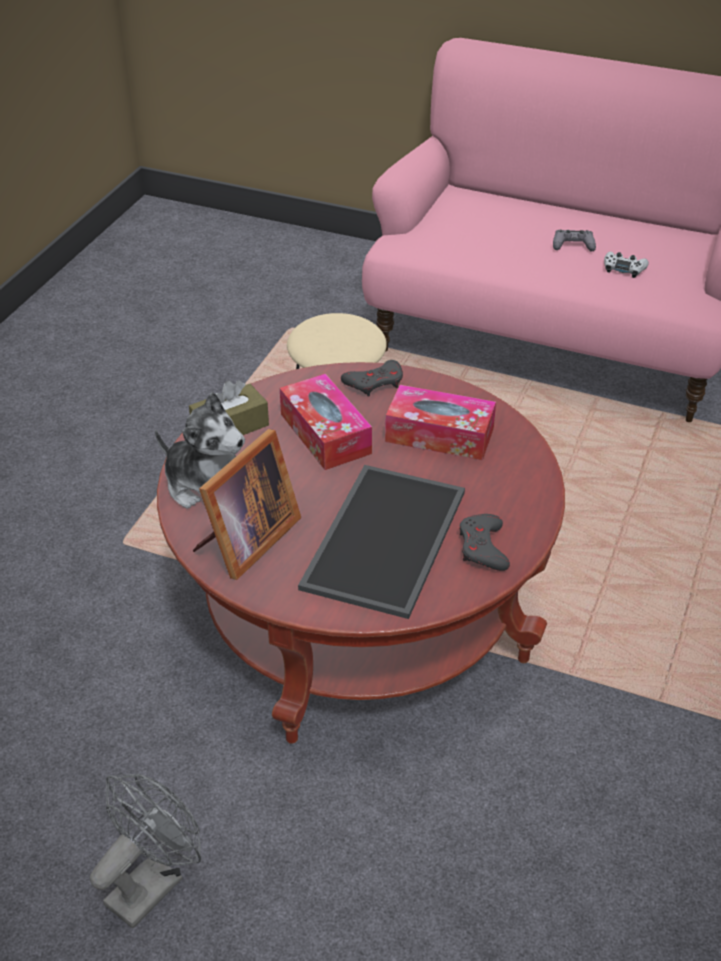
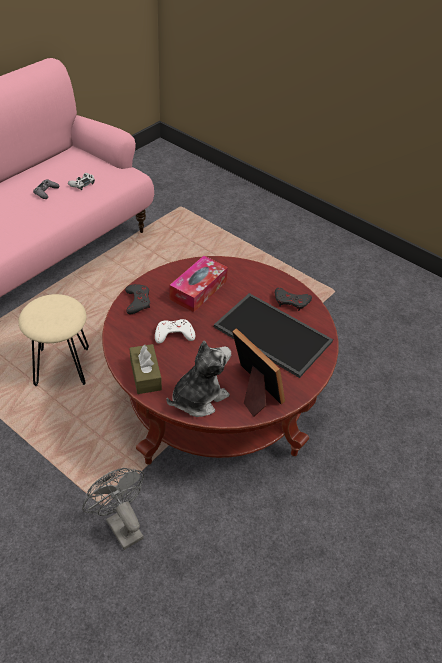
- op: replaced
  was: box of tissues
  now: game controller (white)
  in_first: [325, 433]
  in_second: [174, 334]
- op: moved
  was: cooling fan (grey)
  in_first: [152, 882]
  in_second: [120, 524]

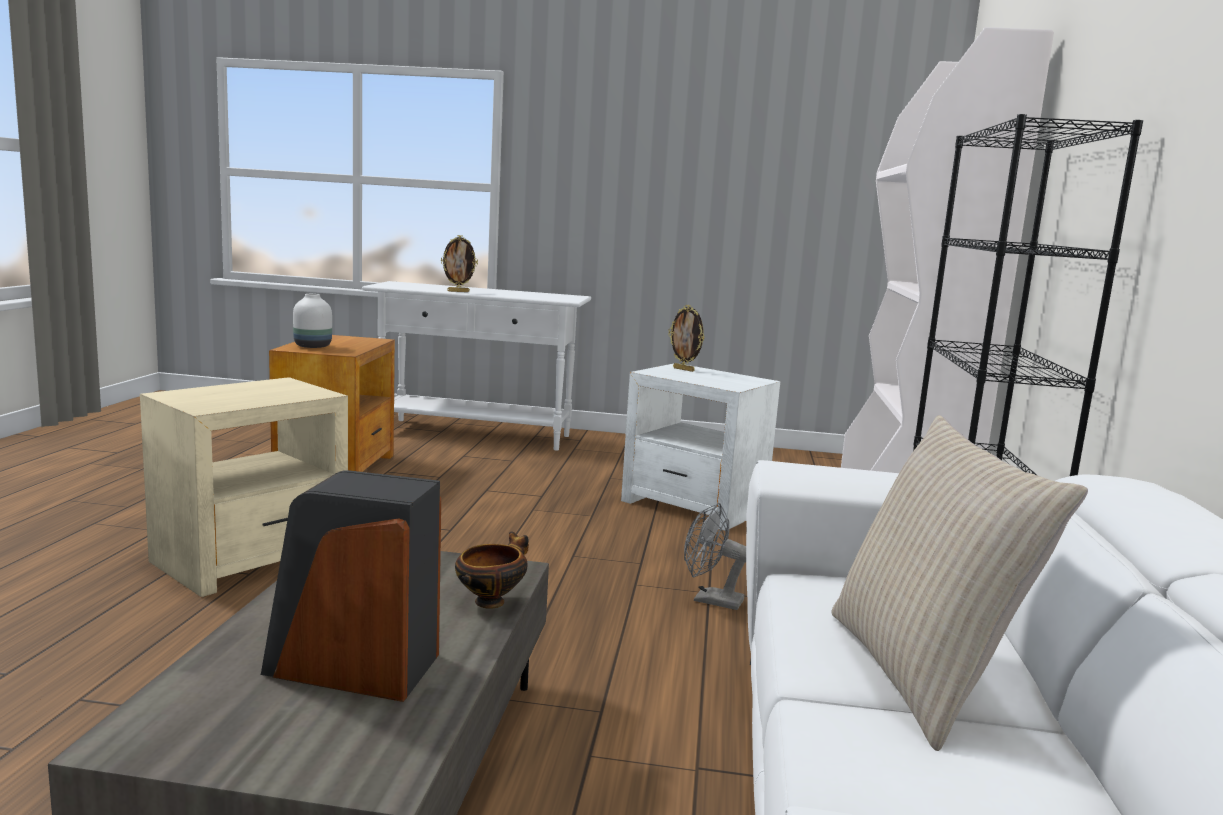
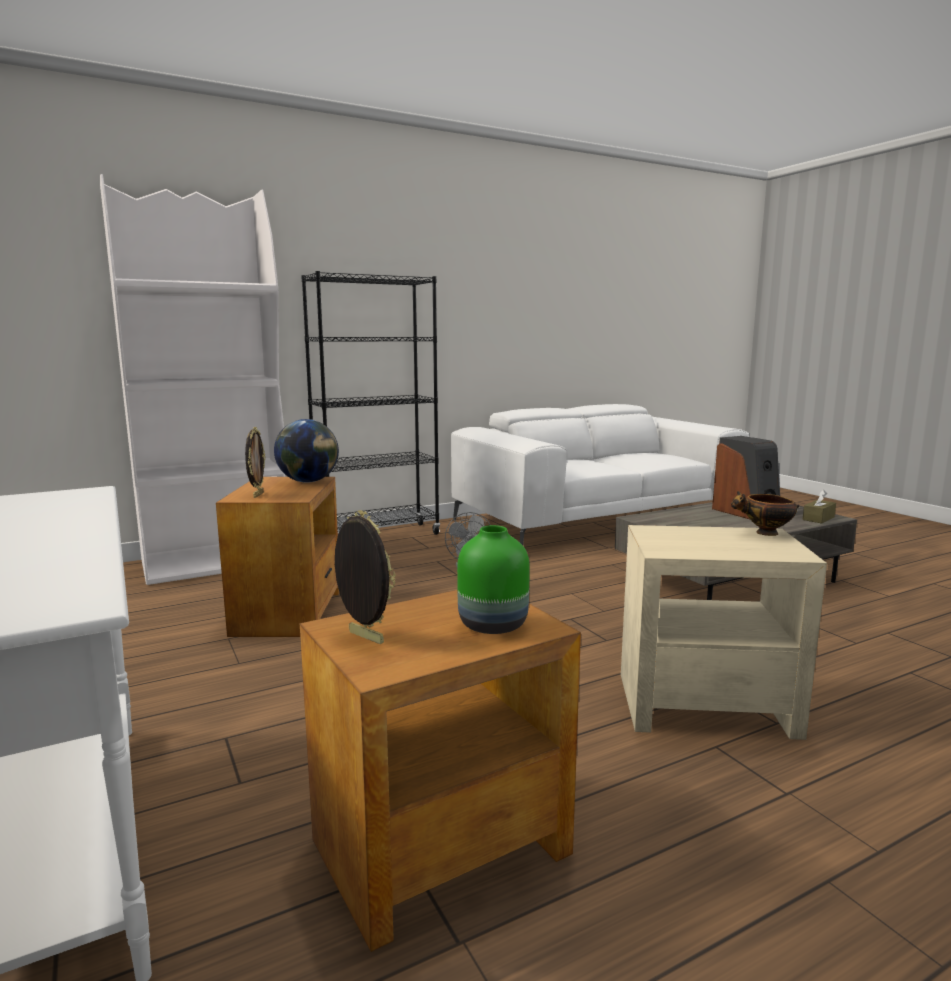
- op: moved
  was: standing frame
  in_first: [458, 291]
  in_second: [364, 638]
- op: recoloured
  was: vase (white)
  now: vase (green-coloured)
  in_first: [312, 346]
  in_second: [495, 625]
- op: recoloured
  was: side table (white)
  now: side table (brown-coloured)
  in_first: [694, 505]
  in_second: [289, 612]
- op: removed
  was: throw pillow (beige-coloured)
  in_first: [920, 675]
- op: moved
  was: serving bowl
  in_first: [491, 601]
  in_second: [765, 533]
- op: added
  now: globe
  in_second: [308, 481]
- op: added
  now: box of tissues (brown-coloured)
  in_second: [818, 518]

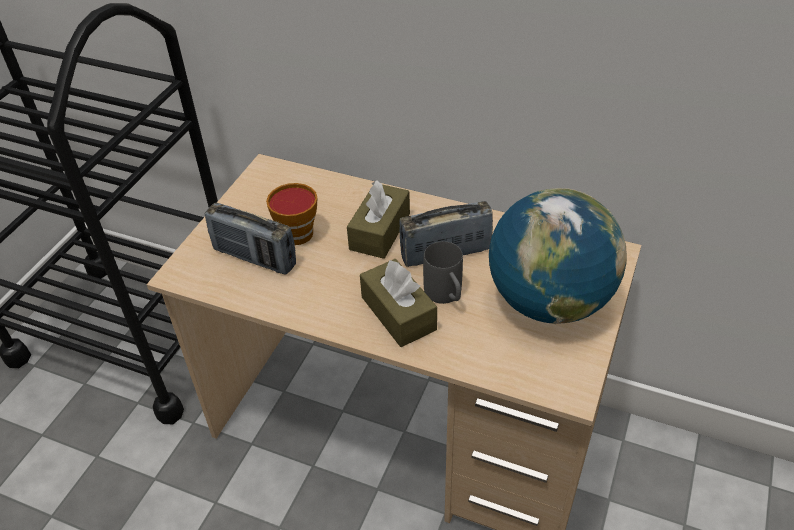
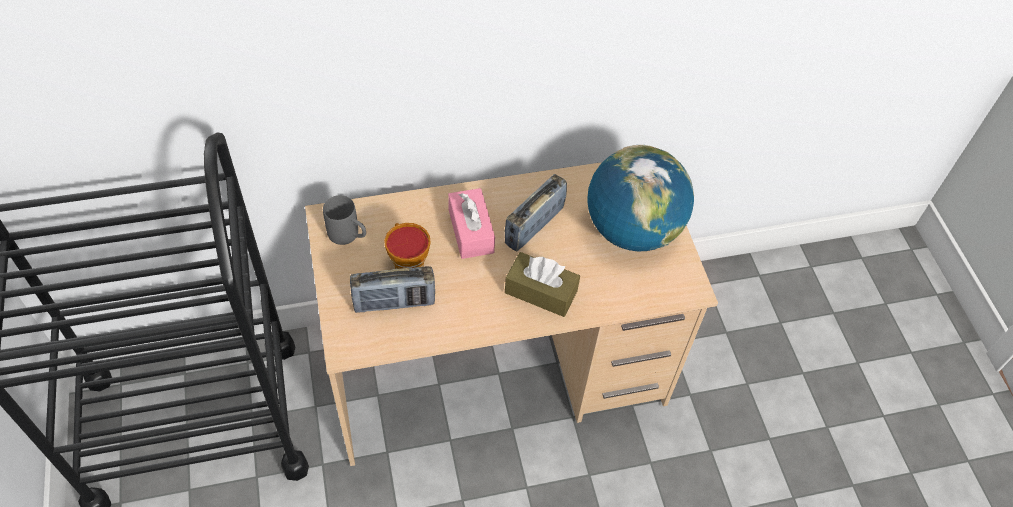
- op: recoloured
  was: box of tissues (brown-coloured)
  now: box of tissues (pink-coloured)
  in_first: [380, 231]
  in_second: [471, 231]
- op: moved
  was: mug (grey)
  in_first: [446, 296]
  in_second: [349, 236]

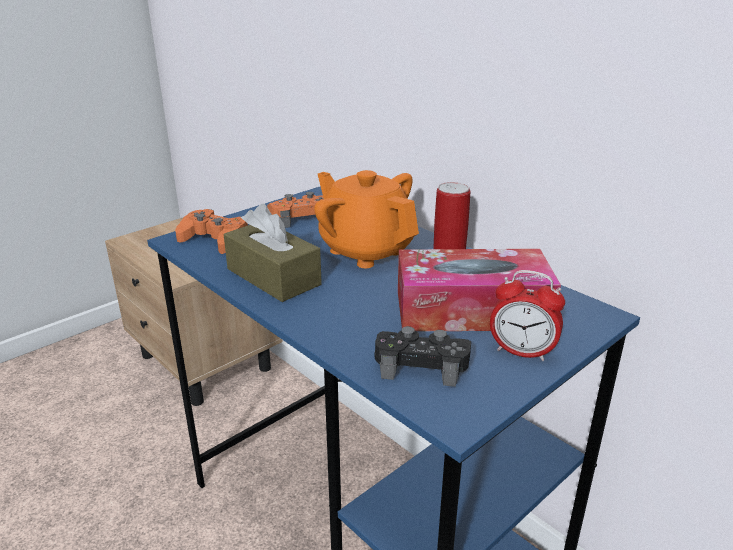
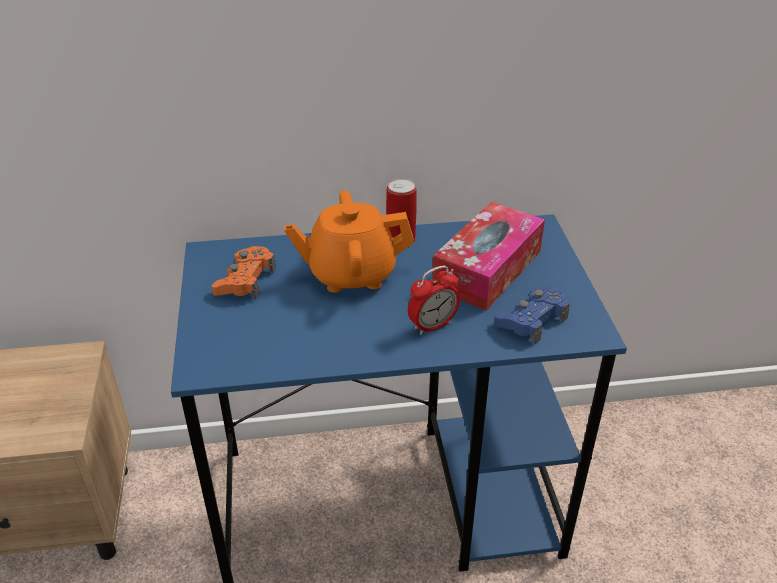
- op: removed
  was: box of tissues (brown-coloured)
  in_first: [273, 277]
- op: removed
  was: game controller (orange-coloured)
  in_first: [214, 239]
- op: moved
  was: alarm clock
  in_first: [522, 352]
  in_second: [432, 326]
- op: recoloured
  was: game controller (black-coloured)
  now: game controller (blue-coloured)
  in_first: [421, 364]
  in_second: [532, 320]

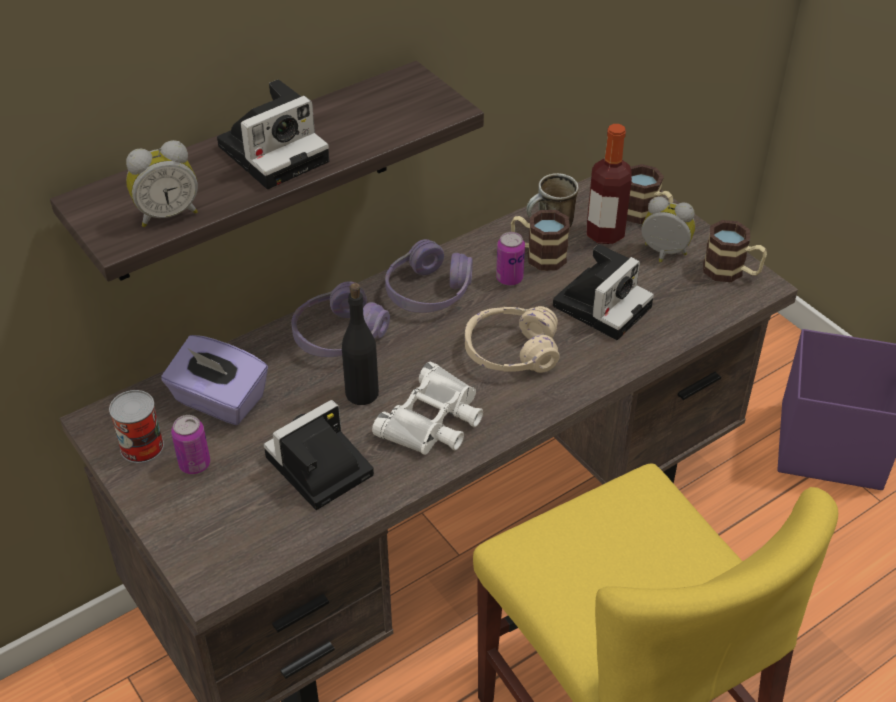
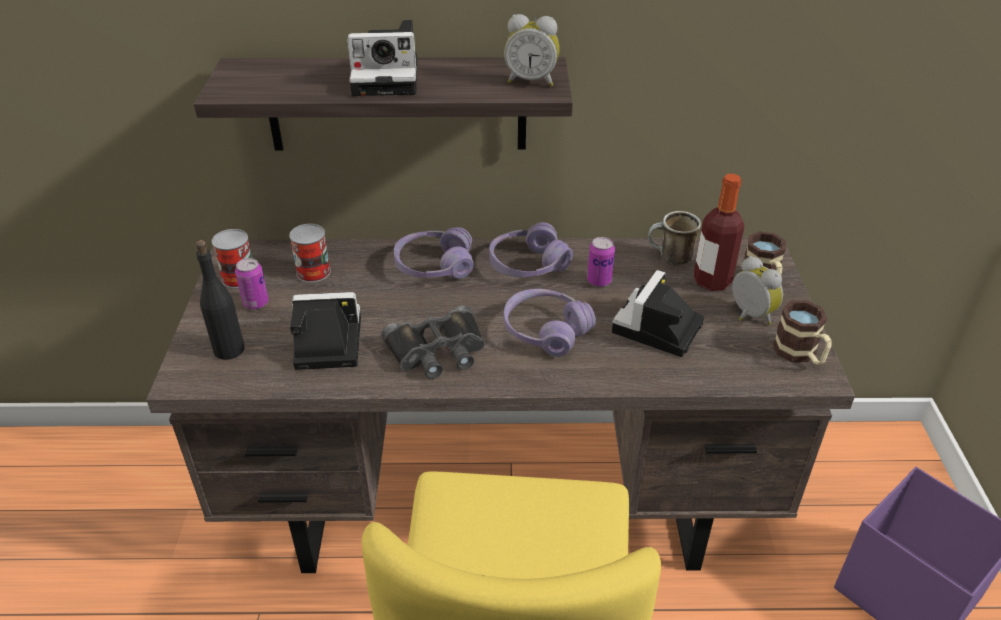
- op: moved
  was: alarm clock
  in_first: [167, 214]
  in_second: [531, 81]
- op: removed
  was: mug
  in_first: [538, 255]
- op: turned
  was: still camera
  in_first: [603, 304]
  in_second: [657, 330]
  clockwise: 135
- op: moved
  was: bottle (black-coloured)
  in_first: [362, 393]
  in_second: [229, 349]
- op: recoloured
  was: headset (beige-coloured)
  now: headset (purple-coloured)
  in_first: [510, 352]
  in_second: [545, 331]
- op: replaced
  was: box of tissues (purple-coloured)
  now: sealed can
  in_first: [219, 401]
  in_second: [313, 272]
- op: recoloured
  was: binoculars (white)
  now: binoculars (black-coloured)
  in_first: [433, 420]
  in_second: [438, 351]

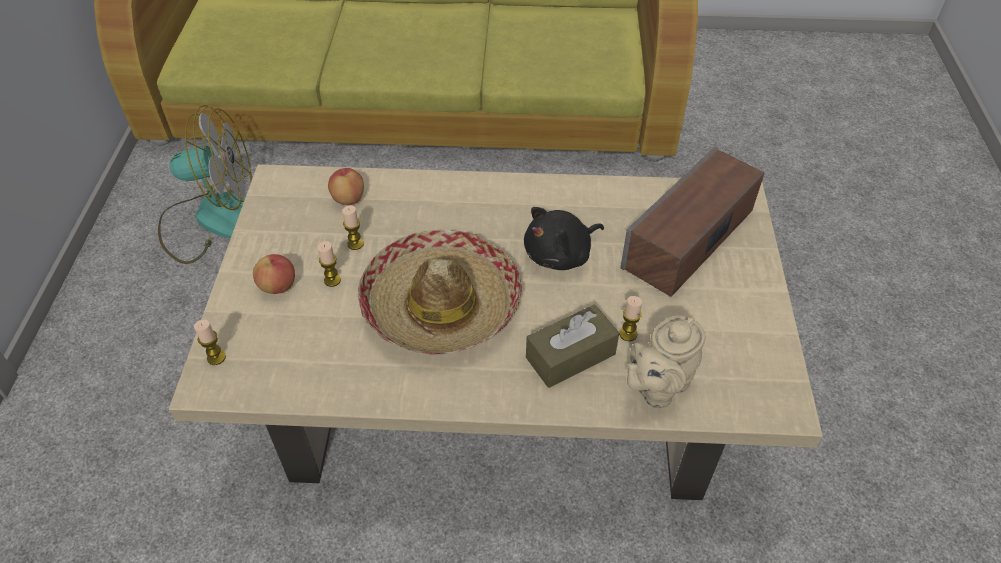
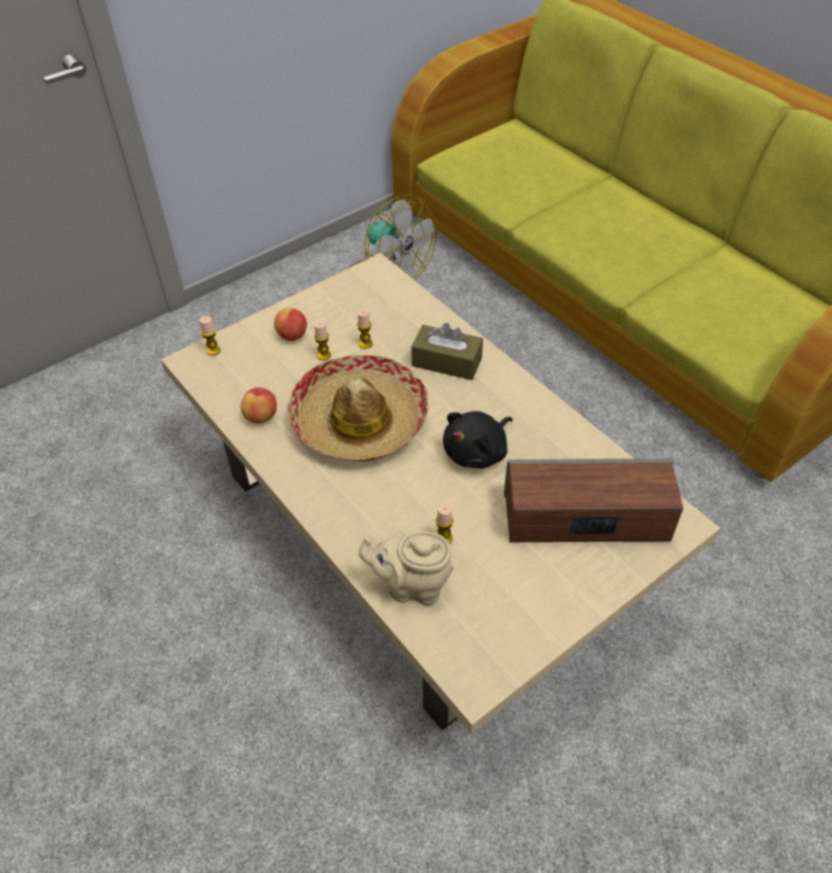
- op: moved
  was: apple fruit
  in_first: [348, 199]
  in_second: [261, 416]
- op: turned
  was: plush toy (black-coloured)
  in_first: [560, 255]
  in_second: [477, 452]
  clockwise: -60
- op: moved
  was: box of tissues (brown-coloured)
  in_first: [570, 356]
  in_second: [447, 362]

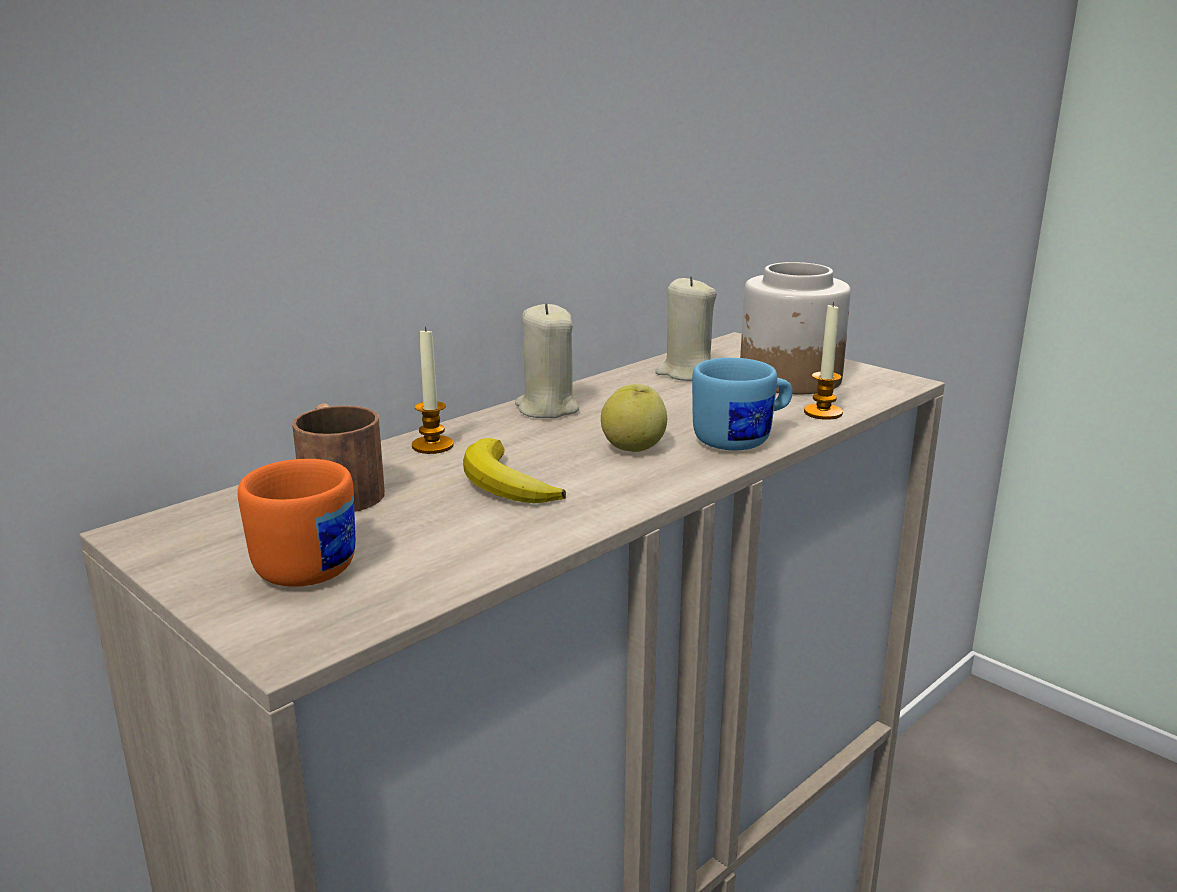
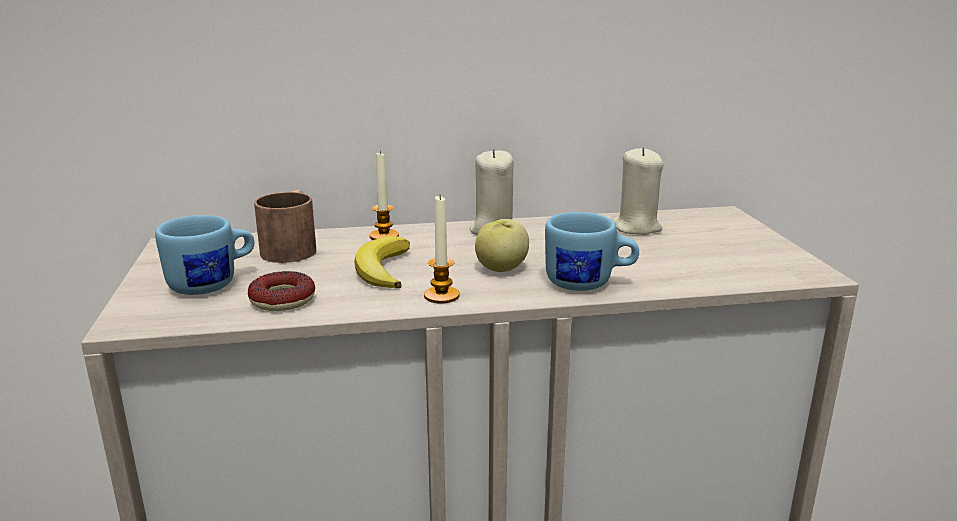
- op: removed
  was: jar
  in_first: [789, 379]
- op: moved
  was: wax light
  in_first: [823, 413]
  in_second: [441, 296]
- op: recoloured
  was: mug (orange-coloured)
  now: mug (blue-coloured)
  in_first: [316, 562]
  in_second: [213, 284]
- op: added
  now: donut
  in_second: [282, 299]

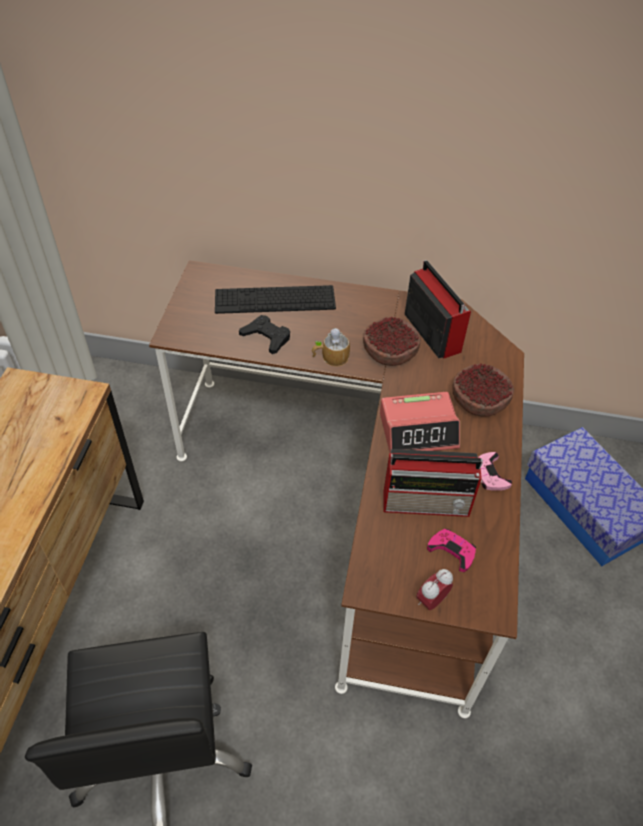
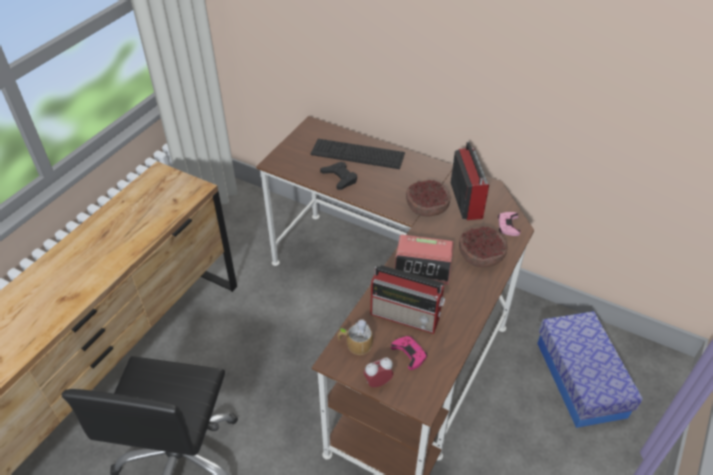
- op: moved
  was: mug
  in_first: [330, 357]
  in_second: [355, 344]
- op: moved
  was: game controller (pink-coloured)
  in_first: [490, 474]
  in_second: [508, 225]

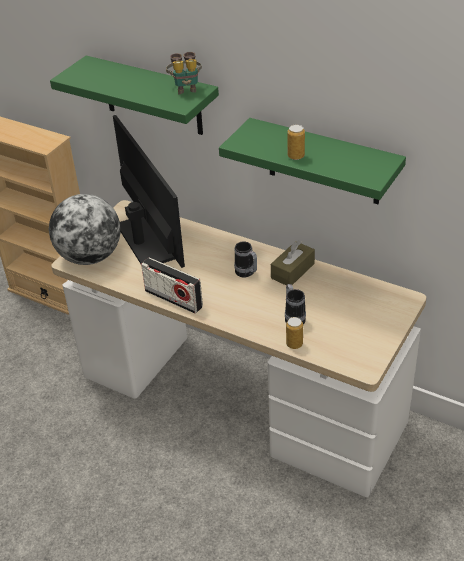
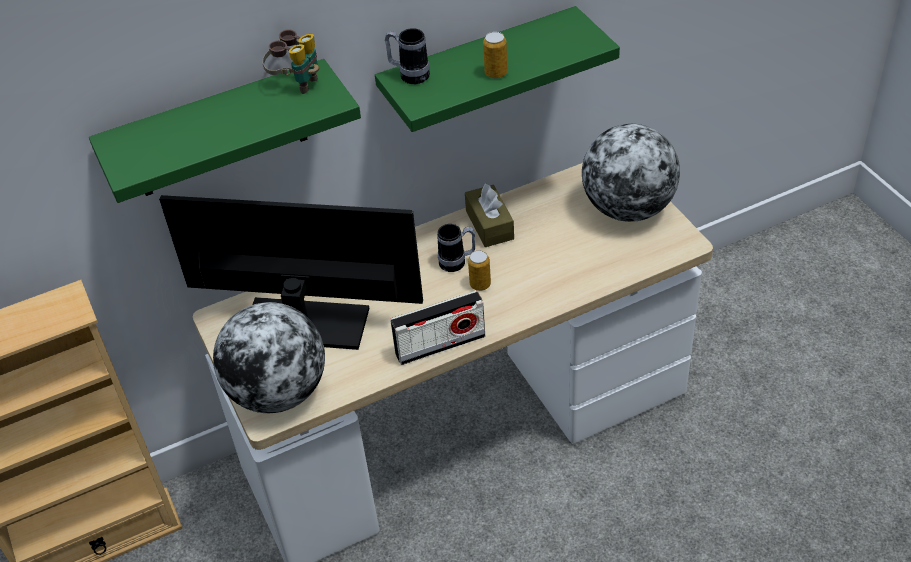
- op: moved
  was: mug
  in_first: [293, 317]
  in_second: [409, 75]
- op: moved
  was: sealed can
  in_first: [294, 344]
  in_second: [480, 284]
- op: added
  now: globe
  in_second: [628, 208]

